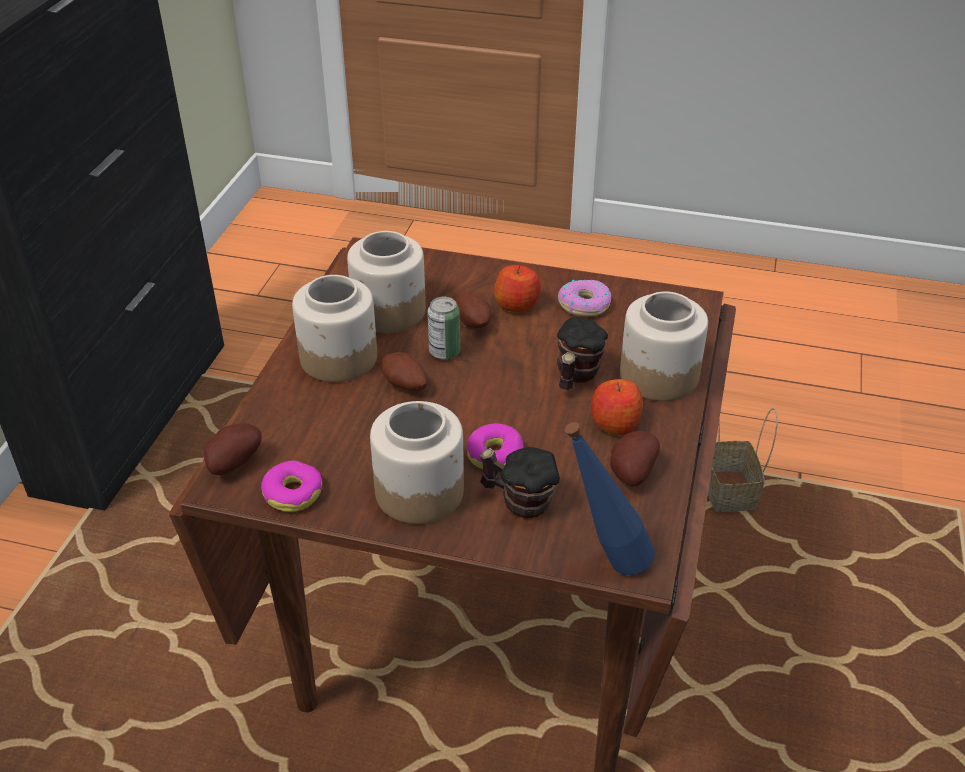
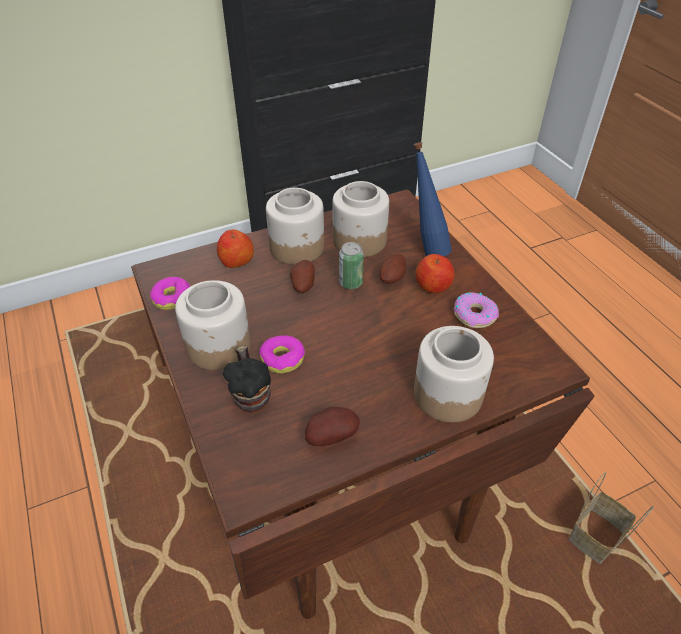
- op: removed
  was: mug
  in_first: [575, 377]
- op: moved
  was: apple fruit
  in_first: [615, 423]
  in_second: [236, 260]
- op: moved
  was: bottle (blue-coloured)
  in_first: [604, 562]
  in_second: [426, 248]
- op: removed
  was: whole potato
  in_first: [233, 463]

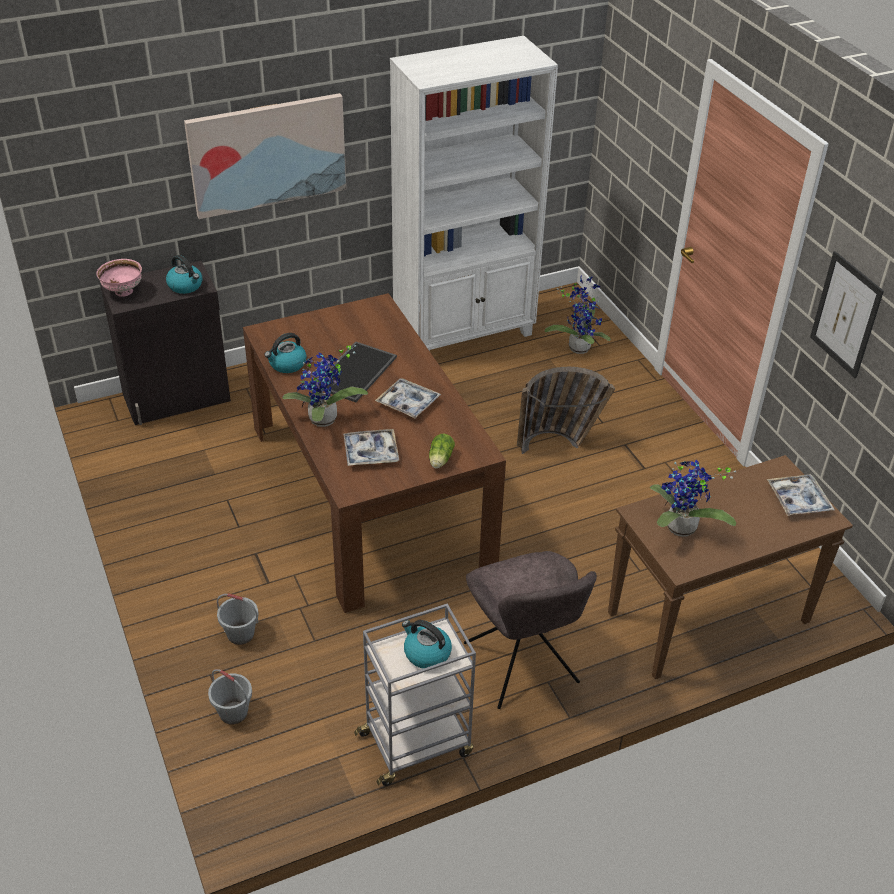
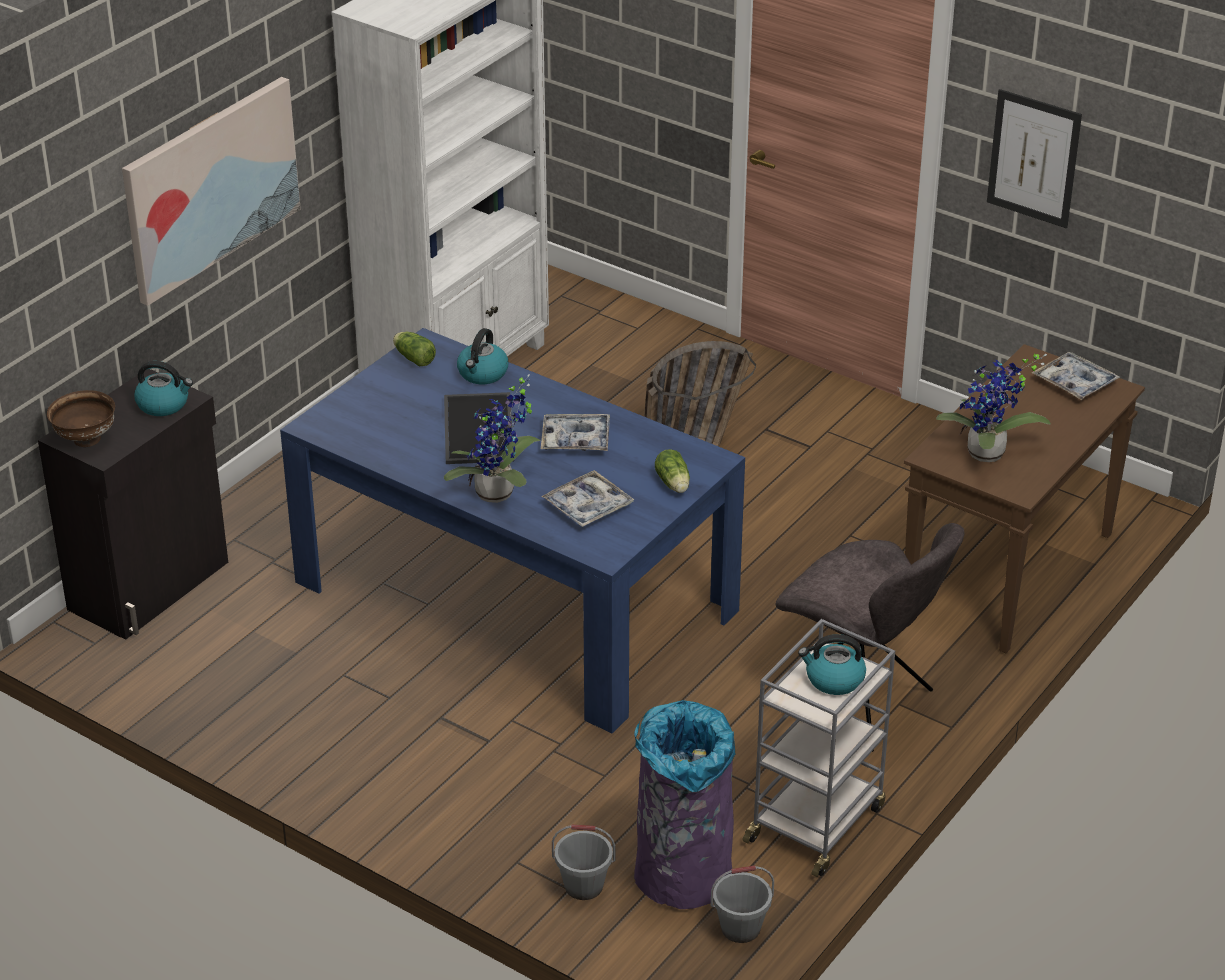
- op: recoloured
  was: serving bowl (pink-coloured)
  now: serving bowl (brown-coloured)
  in_first: [123, 292]
  in_second: [85, 440]
- op: removed
  was: plant in a pot
  in_first: [579, 346]
- op: recoloured
  was: dining table (brown-coloured)
  now: dining table (blue-coloured)
  in_first: [369, 492]
  in_second: [514, 596]
- op: moved
  was: kettle
  in_first: [287, 364]
  in_second: [482, 374]
- op: moved
  was: bucket (grey)
  in_first: [240, 634]
  in_second: [740, 929]
- op: added
  now: lettuce head
  in_second: [413, 357]
- op: added
  now: waste bin (purple-coloured)
  in_second: [682, 875]

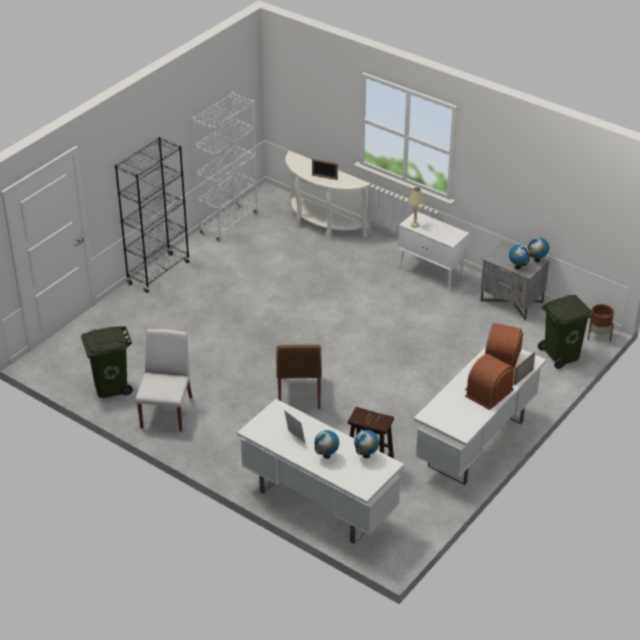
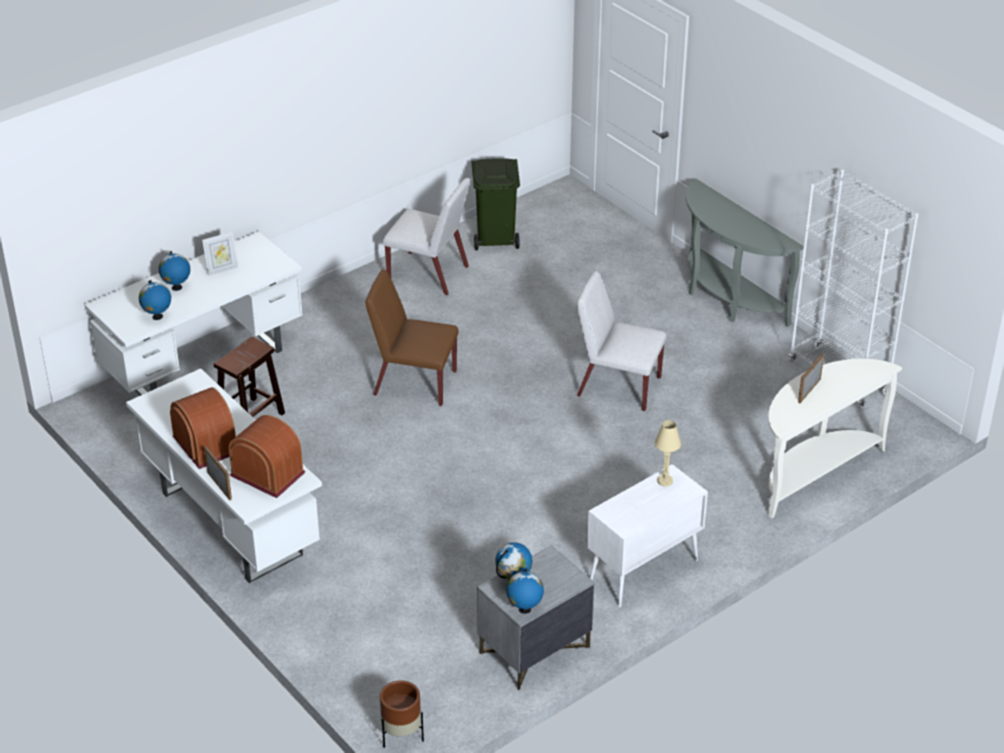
- op: replaced
  was: shelving unit (black-coloured)
  now: hall table (grey)
  in_first: [158, 273]
  in_second: [726, 298]
- op: removed
  was: waste bin (green-coloured)
  in_first: [562, 355]
- op: added
  now: chair (white)
  in_second: [617, 386]

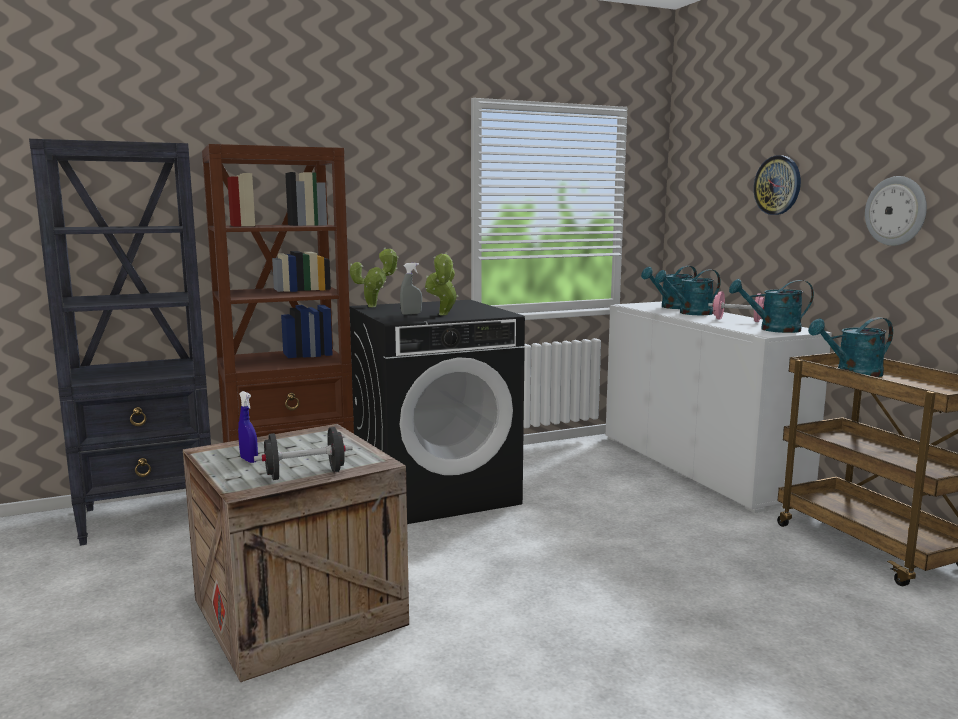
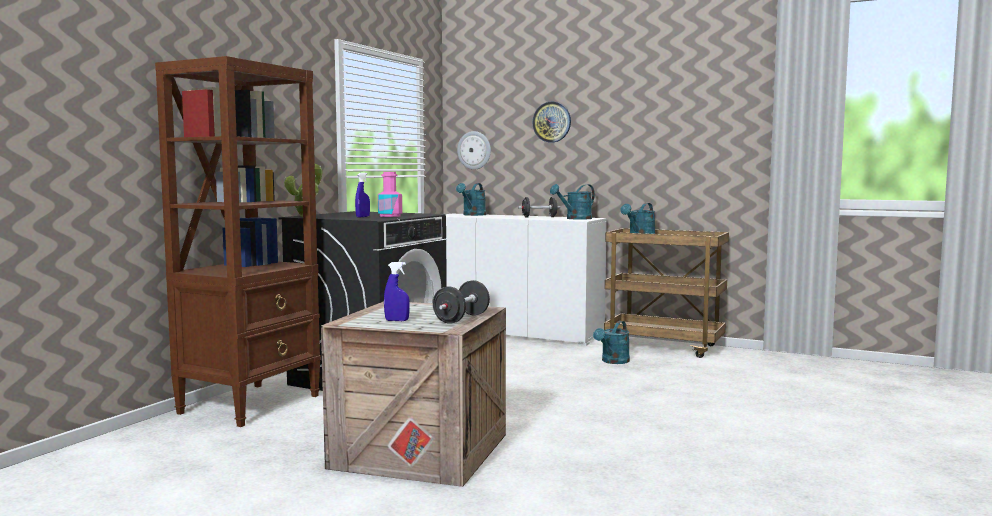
- op: removed
  was: shelving unit (black-coloured)
  in_first: [151, 516]
- op: moved
  was: wall clock
  in_first: [896, 211]
  in_second: [474, 150]
- op: replaced
  was: plant in a pot
  now: bottle (pink-coloured)
  in_first: [443, 315]
  in_second: [390, 216]
- op: recoloured
  was: hand sprayer (grey)
  now: hand sprayer (blue-coloured)
  in_first: [411, 314]
  in_second: [363, 217]
- op: moved
  was: sprinkling can (turquoise-coloured)
  in_first: [690, 313]
  in_second: [613, 361]
- op: recoloured
  was: free weight (pink-coloured)
  now: free weight (black-coloured)
  in_first: [737, 320]
  in_second: [539, 217]

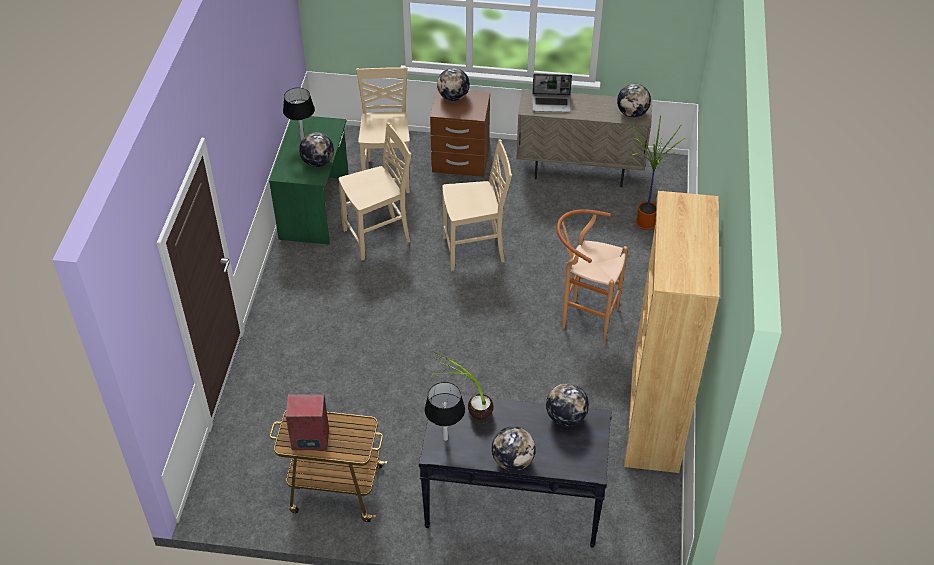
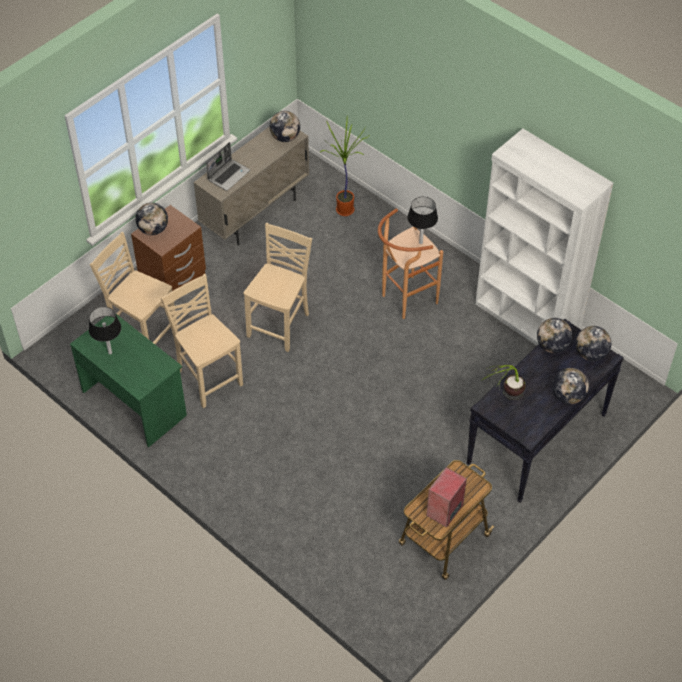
- op: turned
  was: chair (beige-coloured)
  in_first: [378, 236]
  in_second: [208, 377]
  clockwise: -45
- op: moved
  was: globe
  in_first: [318, 162]
  in_second: [590, 354]
- op: recoloured
  was: shelving unit (brown-coloured)
  now: shelving unit (white)
  in_first: [653, 420]
  in_second: [527, 319]
- op: moved
  was: tabletop lamp (black-coloured)
  in_first: [445, 439]
  in_second: [421, 242]

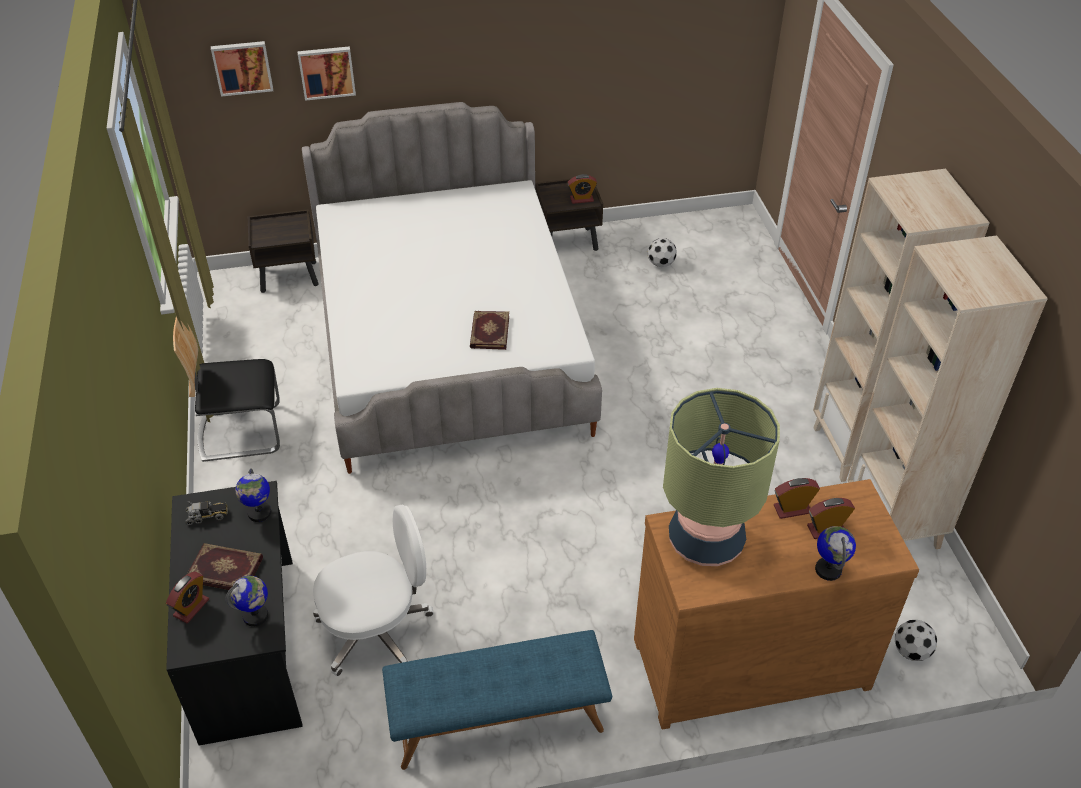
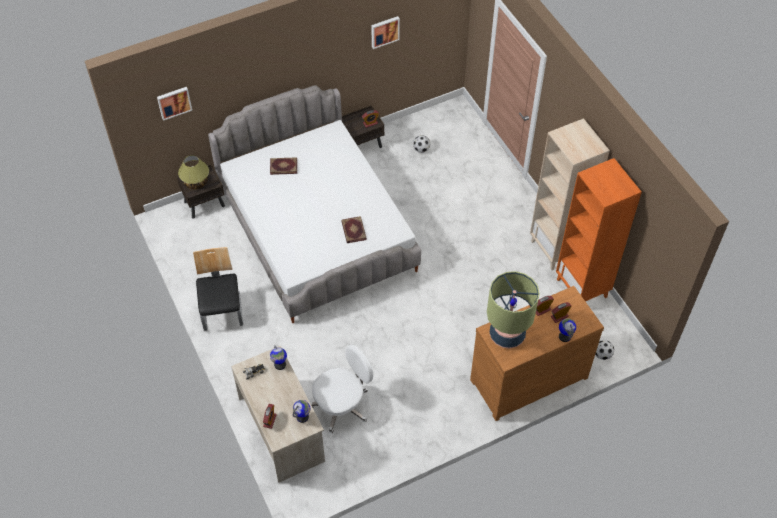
- op: moved
  was: picture
  in_first: [326, 72]
  in_second: [384, 31]
- op: recoloured
  was: shelving unit (beige-coloured)
  now: shelving unit (orange-coloured)
  in_first: [894, 523]
  in_second: [582, 288]
- op: turned
  was: chair
  in_first: [241, 432]
  in_second: [222, 311]
  clockwise: 105
- op: recoloured
  was: desk unit (black-coloured)
  now: desk unit (beige-coloured)
  in_first: [250, 647]
  in_second: [282, 429]
- op: moved
  was: volume
  in_first: [225, 568]
  in_second: [283, 166]
- op: removed
  was: indoor bench (blue-coloured)
  in_first: [498, 721]
- op: added
  now: tabletop lamp
  in_second: [195, 182]

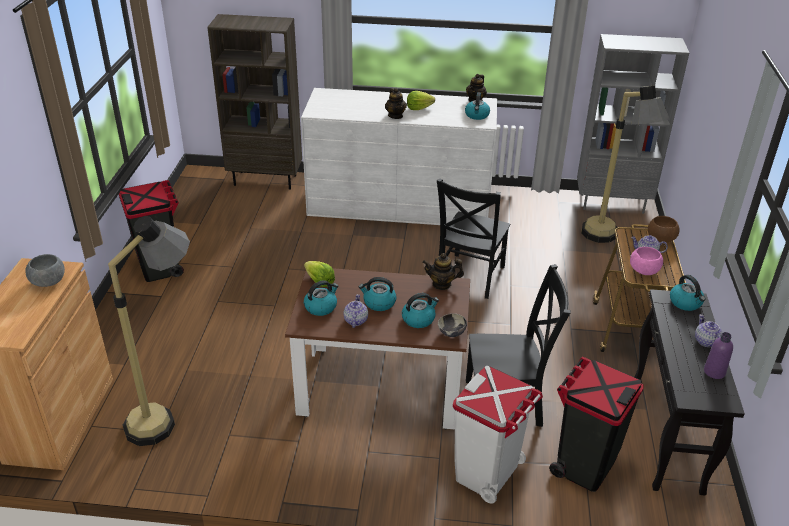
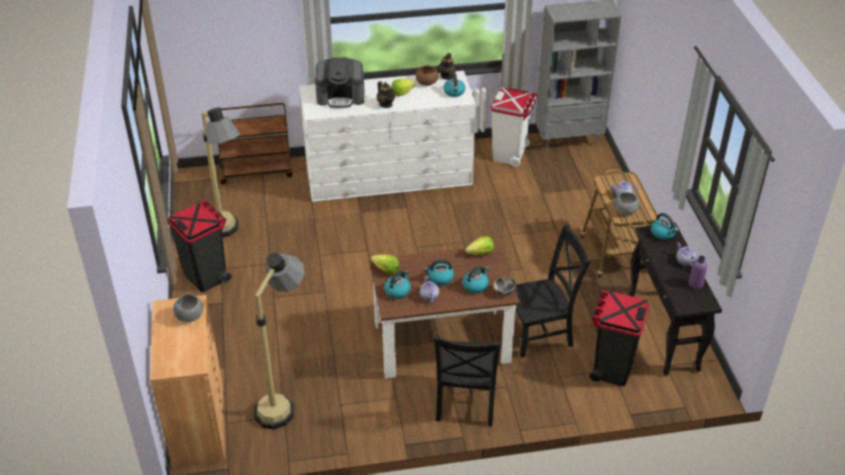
- op: replaced
  was: shelving unit (brown-coloured)
  now: cart (brown-coloured)
  in_first: [266, 180]
  in_second: [257, 171]
- op: moved
  was: floor lamp
  in_first: [609, 241]
  in_second: [229, 235]
- op: moved
  was: chair (black-coloured)
  in_first: [469, 277]
  in_second: [466, 403]
- op: moved
  was: serving bowl (brown-coloured)
  in_first: [661, 239]
  in_second: [426, 83]
- op: recoloured
  was: serving bowl (pink-coloured)
  now: serving bowl (grey)
  in_first: [644, 270]
  in_second: [625, 211]
- op: replaced
  was: teapot
  now: lettuce head
  in_first: [442, 284]
  in_second: [481, 253]
- op: moved
  was: waste bin (white)
  in_first: [487, 473]
  in_second: [510, 154]
- op: added
  now: coffee brewer
  in_second: [341, 97]

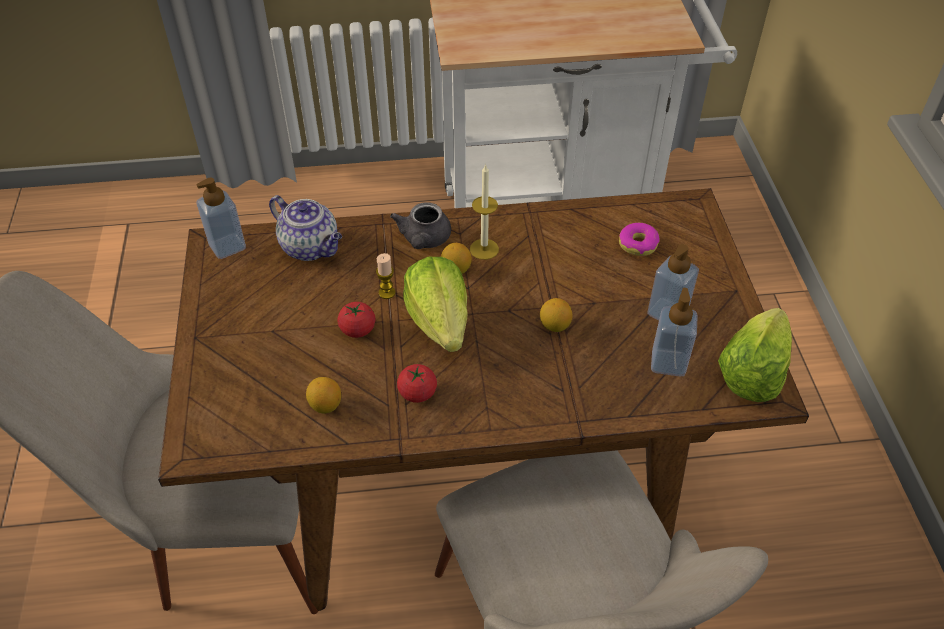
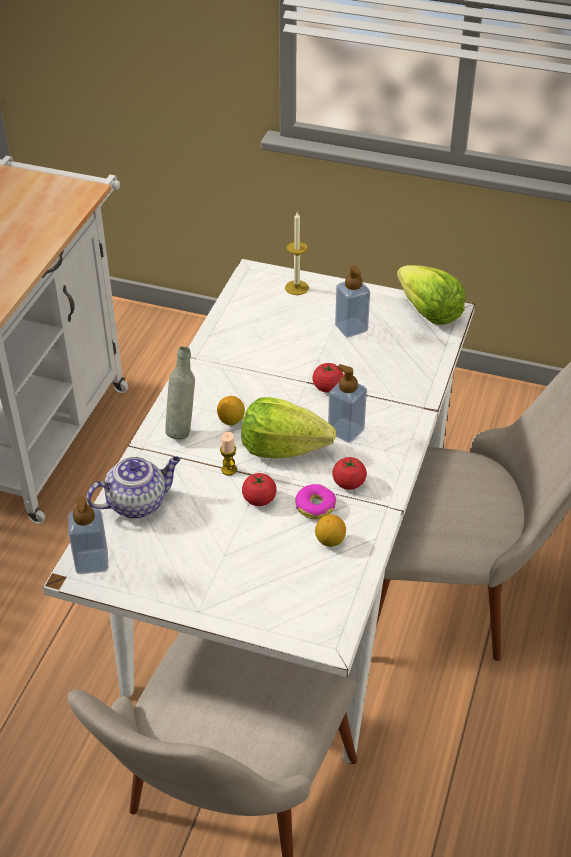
- op: moved
  was: wax light
  in_first: [484, 249]
  in_second: [296, 287]
- op: recoloured
  was: dining table (brown-coloured)
  now: dining table (white)
  in_first: [472, 480]
  in_second: [286, 602]
- op: replaced
  was: teapot (grey)
  now: bottle (grey)
  in_first: [424, 240]
  in_second: [182, 429]
- op: moved
  was: donut
  in_first: [638, 244]
  in_second: [315, 506]
- op: moved
  was: liquid soap bottle
  in_first: [668, 363]
  in_second: [346, 431]
- op: replaced
  was: whole lemon
  now: whole tomato
  in_first: [555, 326]
  in_second: [327, 387]

